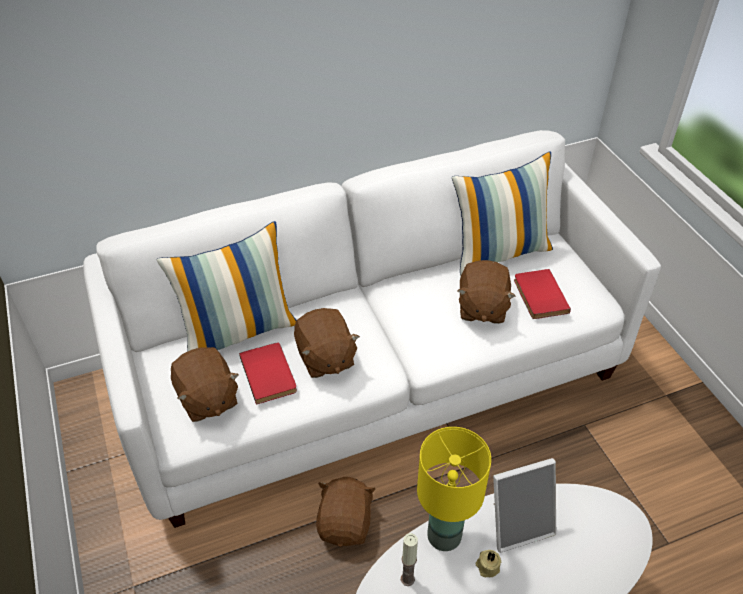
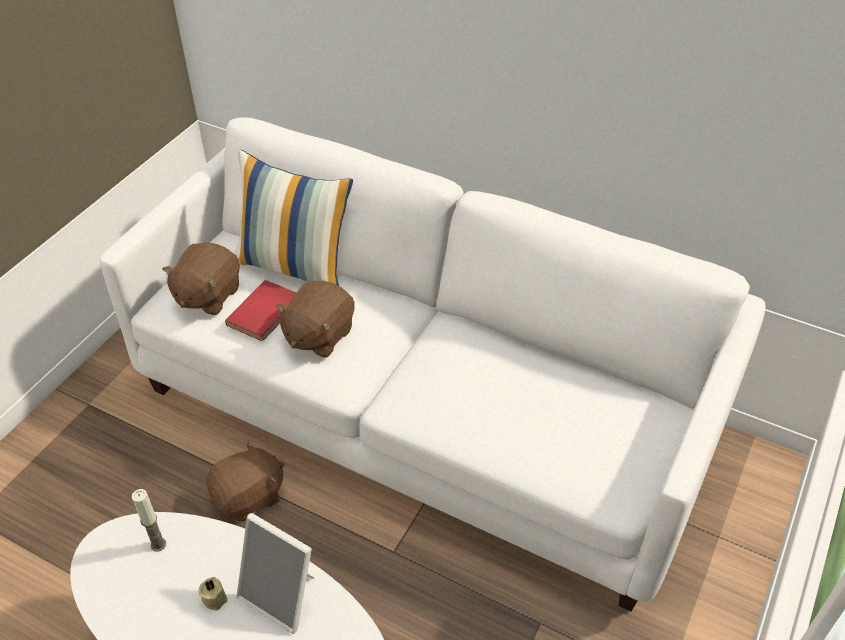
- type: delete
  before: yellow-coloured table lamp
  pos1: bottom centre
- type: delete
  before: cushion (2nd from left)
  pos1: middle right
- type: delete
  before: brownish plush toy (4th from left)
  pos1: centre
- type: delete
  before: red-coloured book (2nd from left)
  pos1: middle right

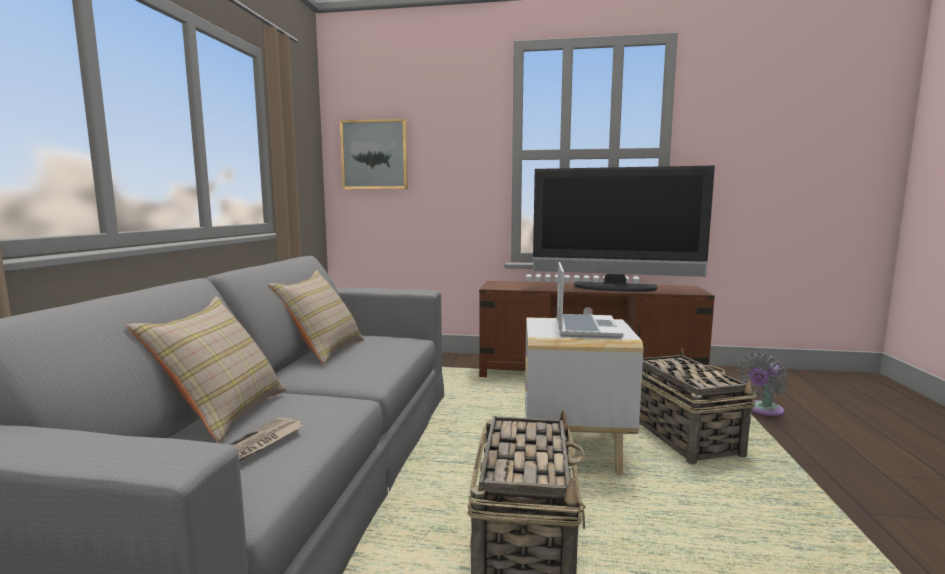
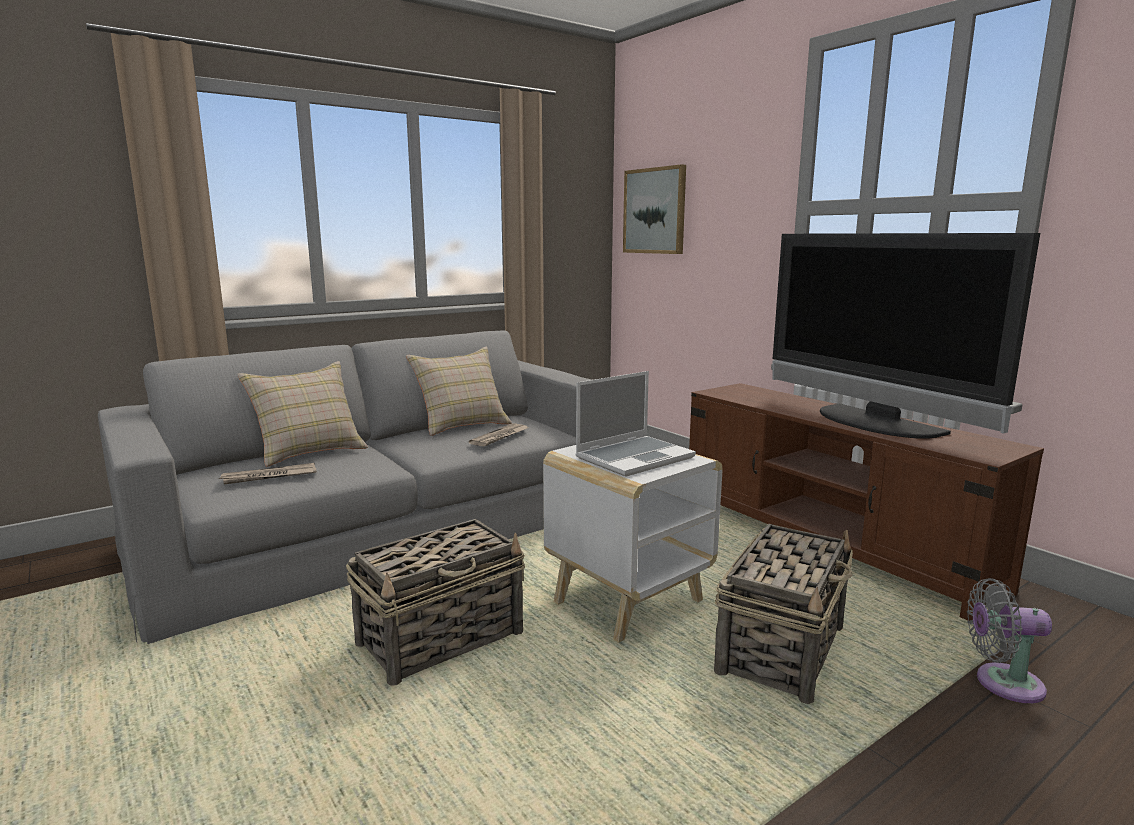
- type: insert
  after: printed paper (2nd from left)
  pos2: centre

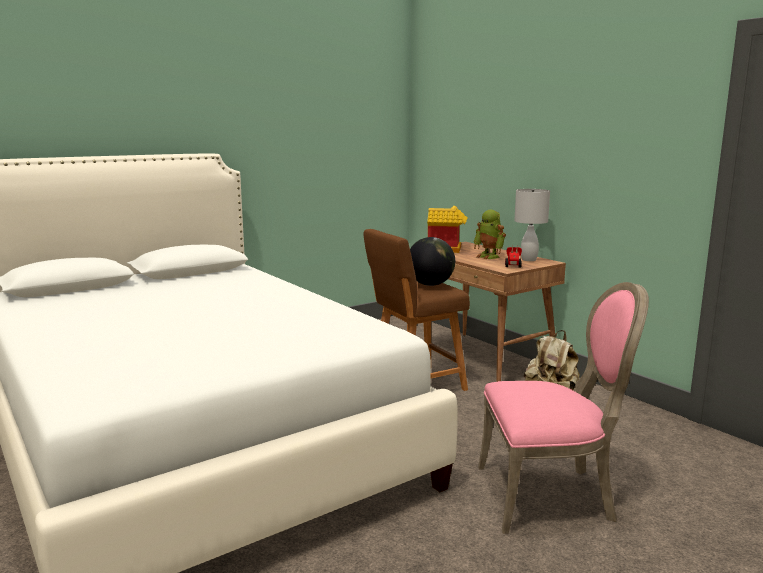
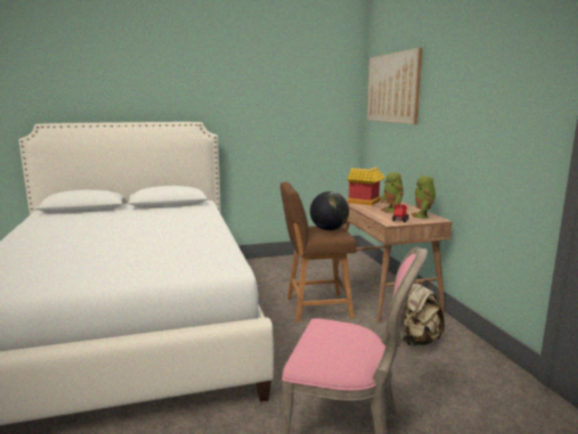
- type: replace
  before: whitish table lamp
  after: robot figure (2nd from left)
  pos1: middle right
  pos2: middle right
- type: insert
  after: wall art
  pos2: top right

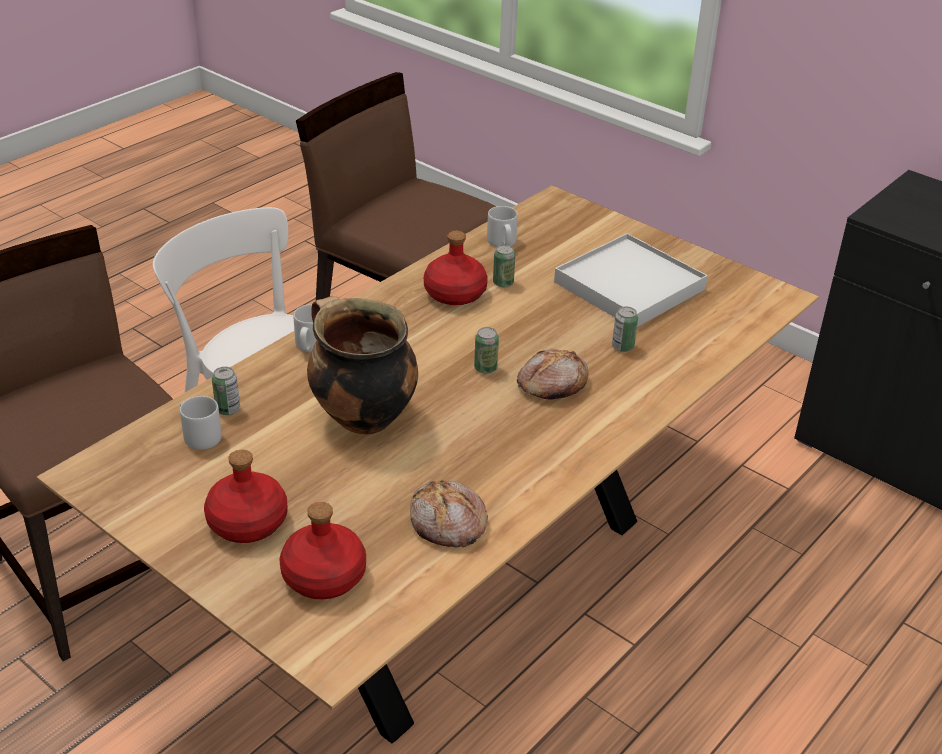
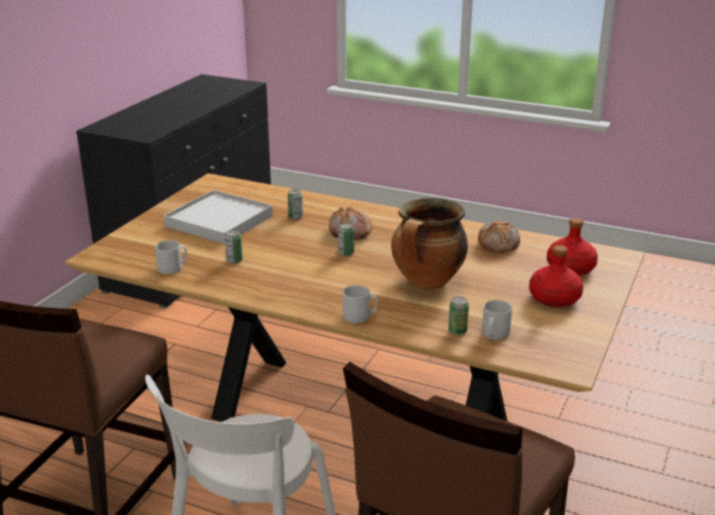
- type: delete
  before: red-coloured bottle (3rd from left)
  pos1: centre

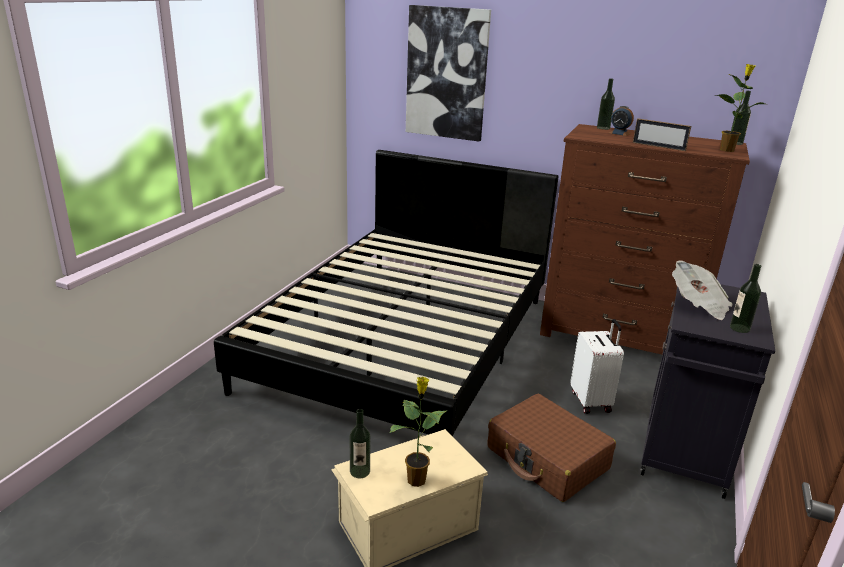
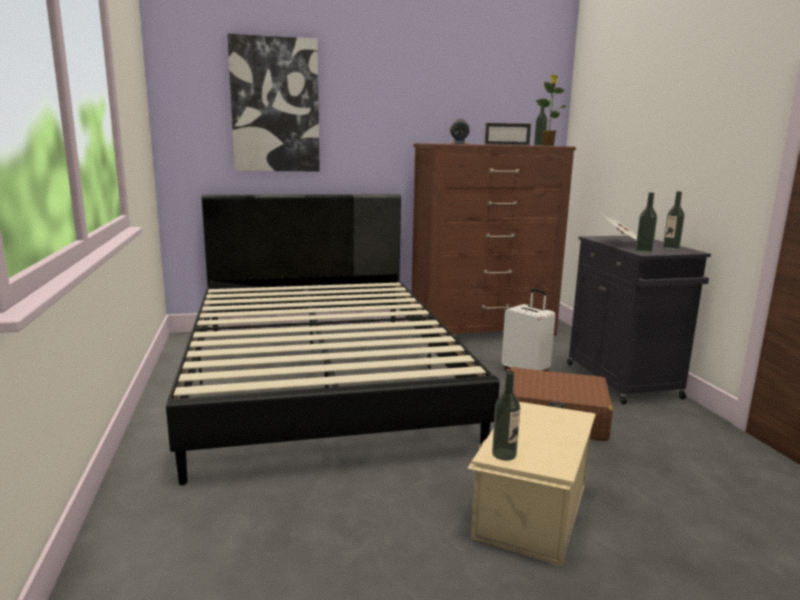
- type: delete
  before: potted plant (1st from left)
  pos1: bottom centre
- type: move
  before: bottle (2nd from left in the first image)
  after: bottle (3rd from left)
  pos1: top right
  pos2: middle right

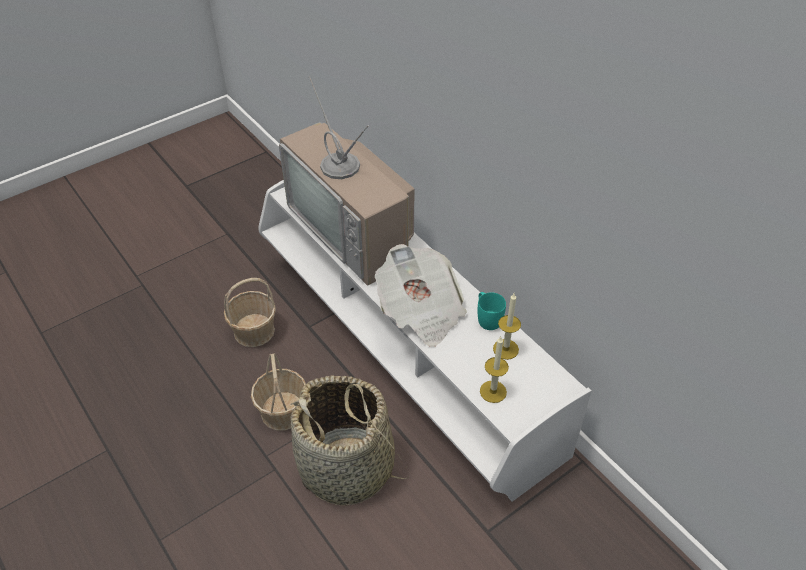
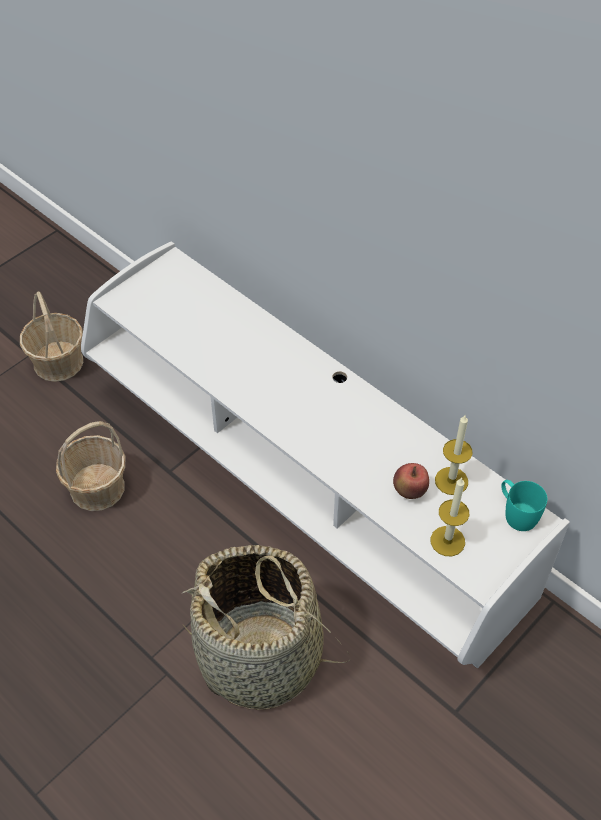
- type: move
  before: household basket (2nd from left in the first image)
  after: household basket (1st from left)
  pos1: bottom centre
  pos2: middle left
- type: delete
  before: television
  pos1: top centre
- type: delete
  before: printed paper
  pos1: centre
- type: move
  before: blue-green mug
  pos1: centre
  pos2: middle right
- type: insert
  after: whole apple
  pos2: middle right

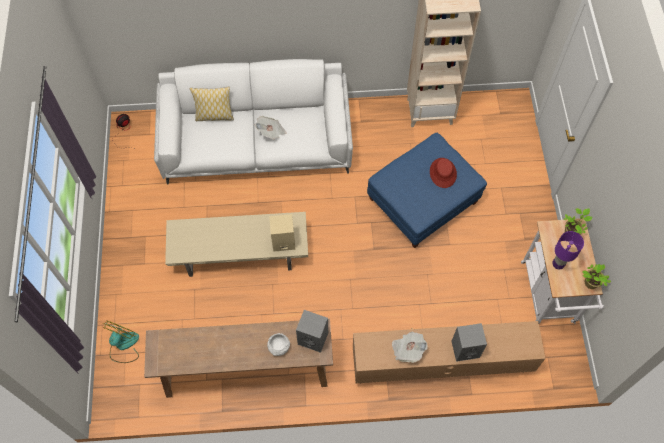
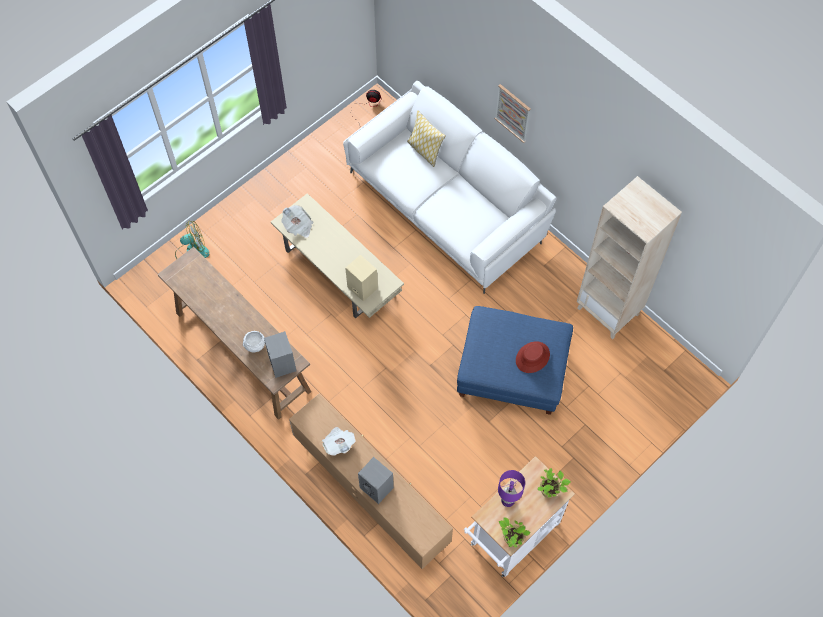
- type: move
  before: printed paper (1st from left)
  pos1: top centre
  pos2: centre
- type: insert
  after: wall art
  pos2: top centre

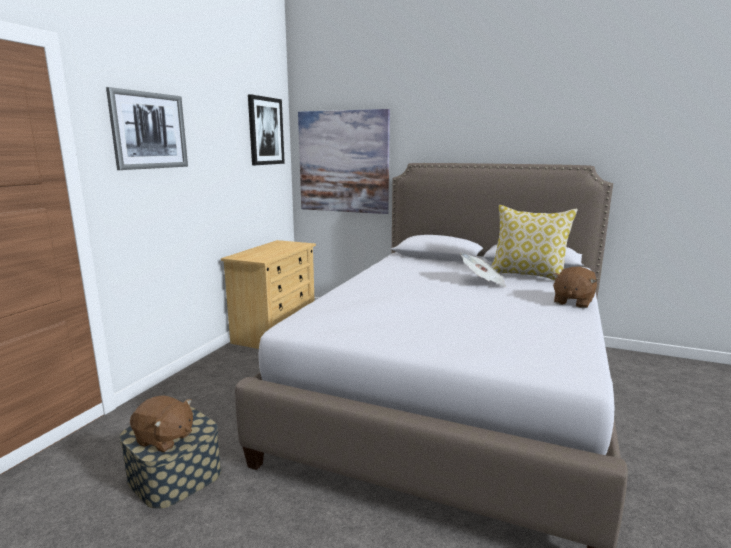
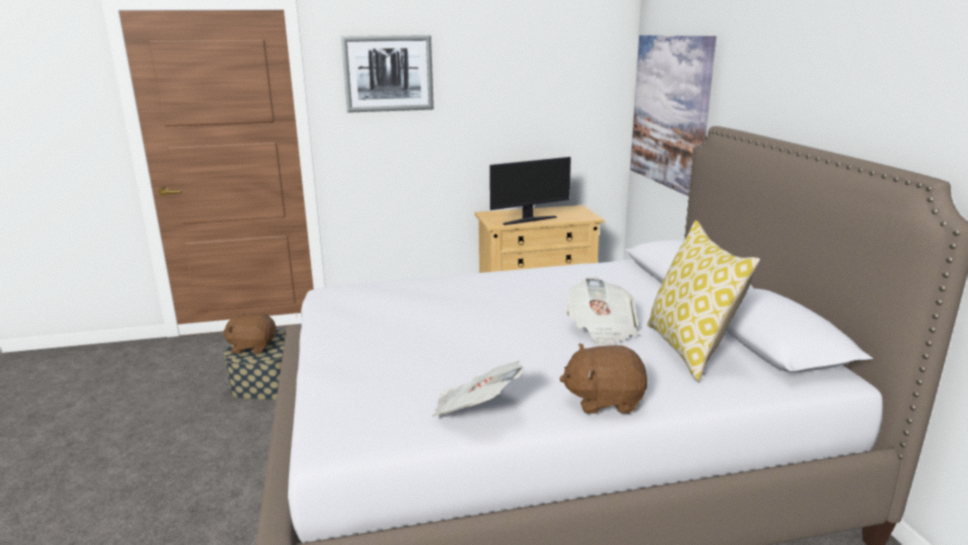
- type: rotate
  before: brownish plush toy (1st from left)
  pos1: bottom left
  pos2: middle left
  turn: 105
- type: delete
  before: wall art (2nd from left)
  pos1: top centre
- type: insert
  after: printed paper (1st from left)
  pos2: bottom centre
- type: insert
  after: computer screen
  pos2: centre

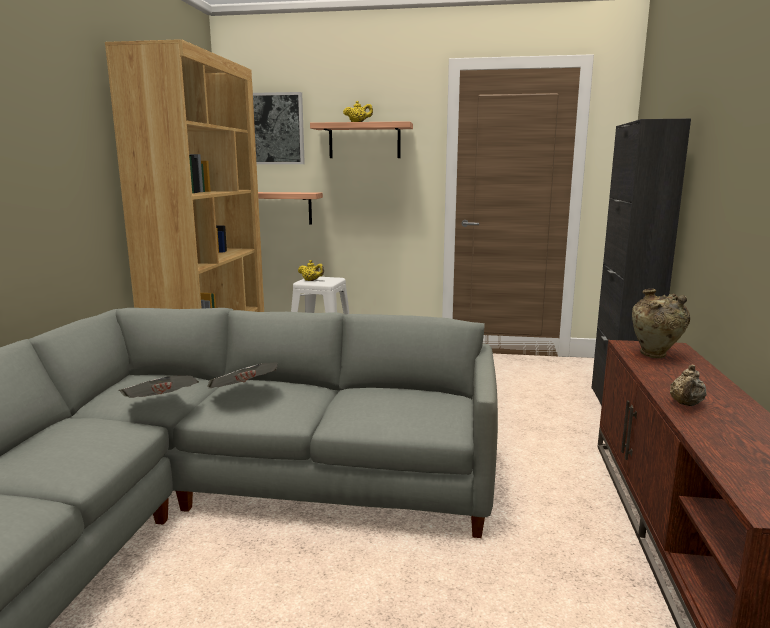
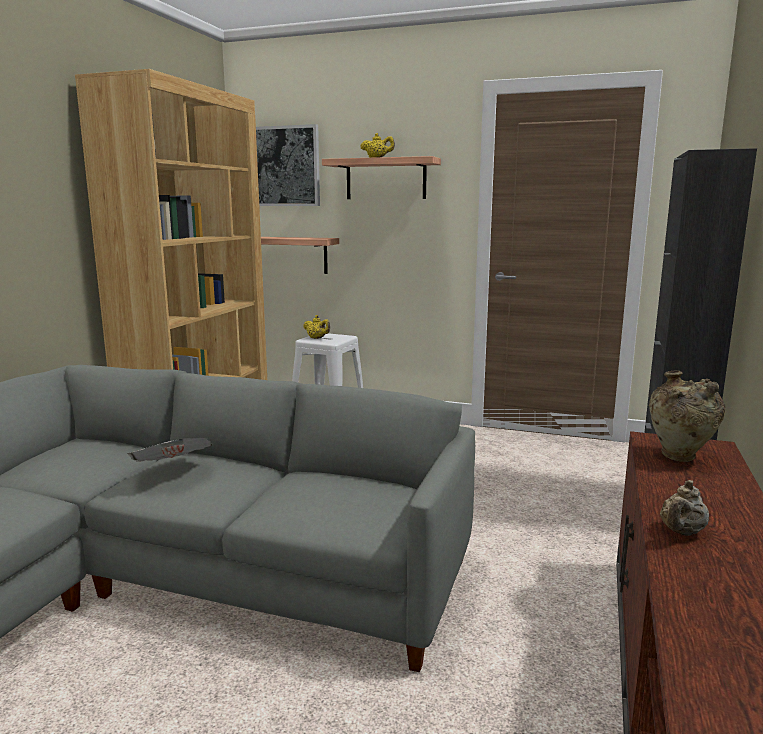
- type: delete
  before: printed paper (1st from left)
  pos1: middle left

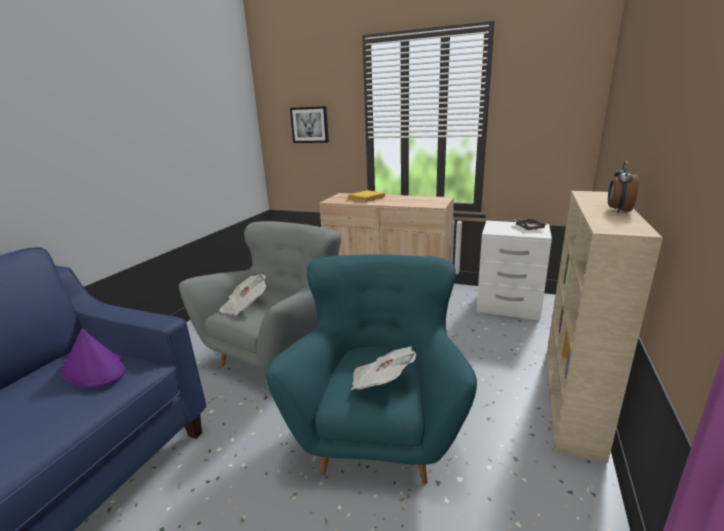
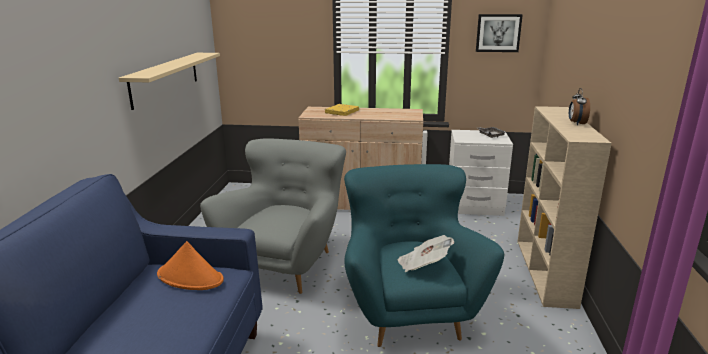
- type: recolor
  before: purple-coloured hat
  after: orange-coloured hat
  pos1: bottom left
  pos2: bottom left
- type: delete
  before: printed paper (1st from left)
  pos1: centre
- type: move
  before: wall art
  pos1: top centre
  pos2: top right
- type: insert
  after: beige bracket shelf
  pos2: top left

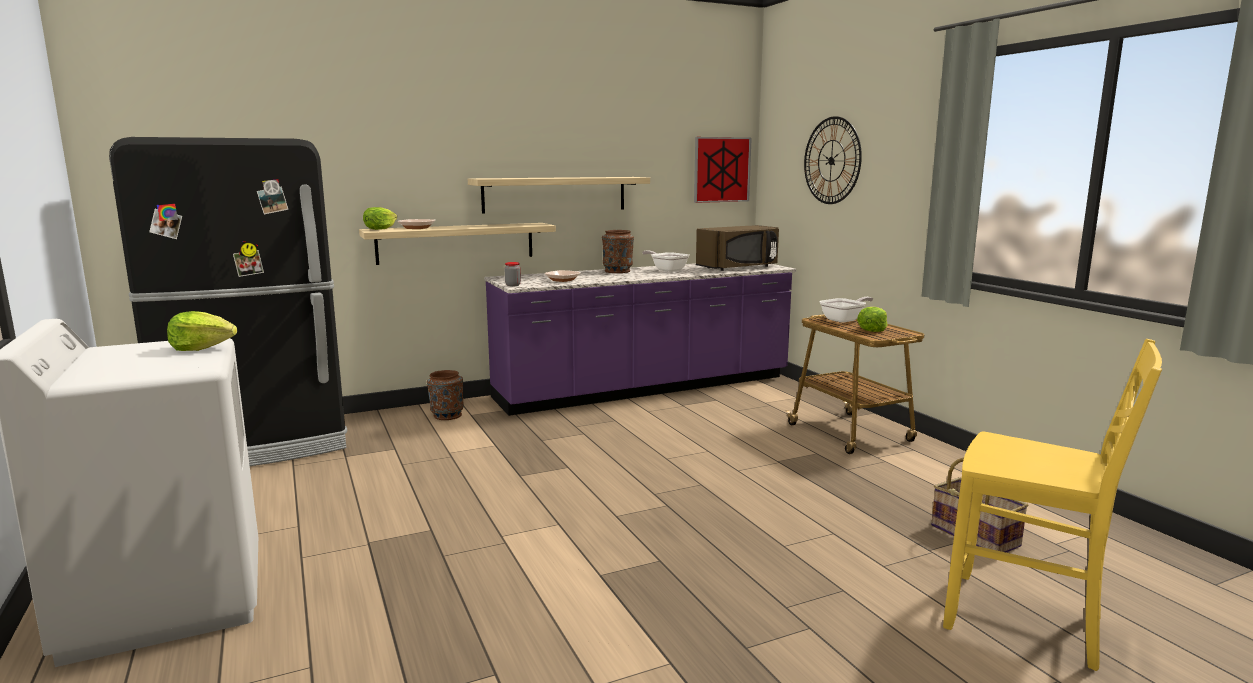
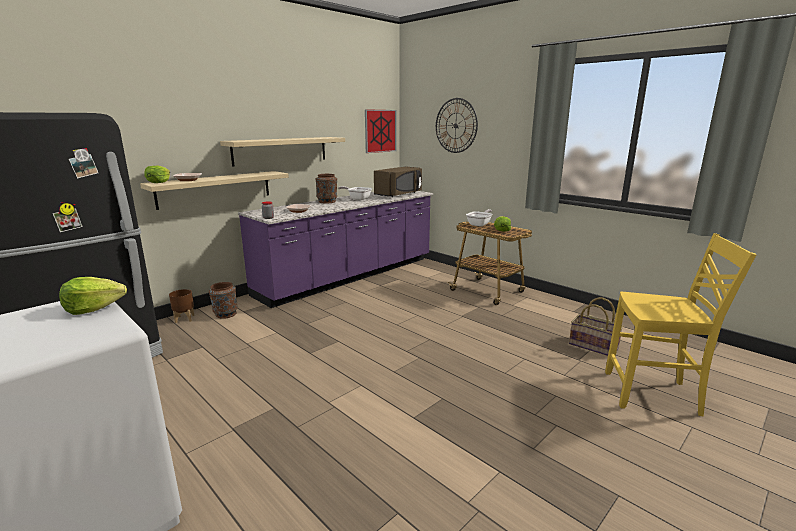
- type: insert
  after: brownish planter
  pos2: middle left

